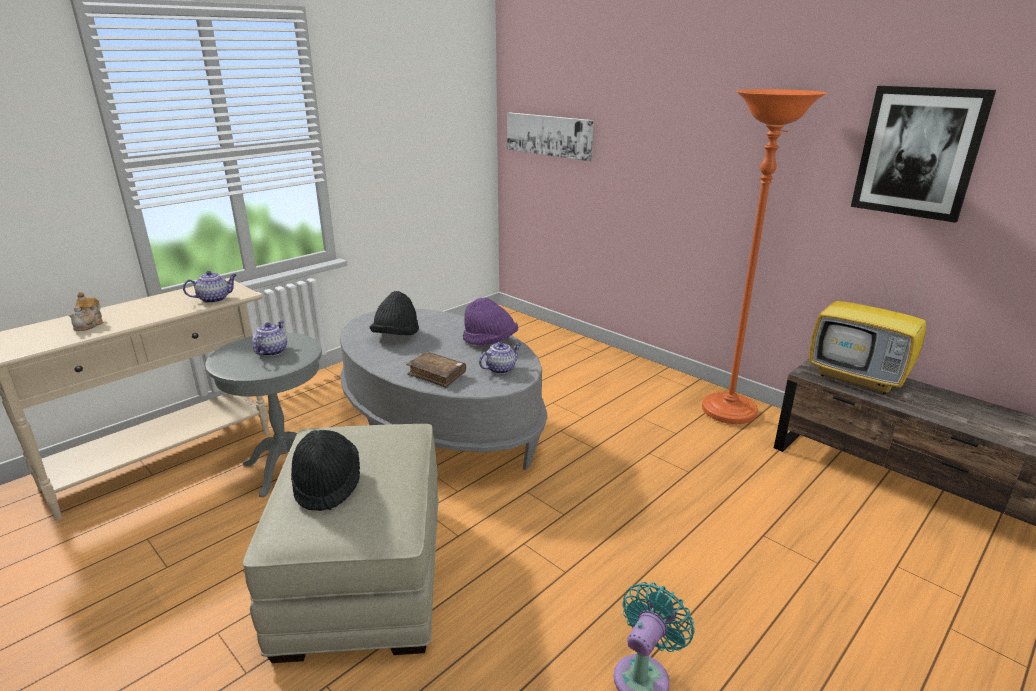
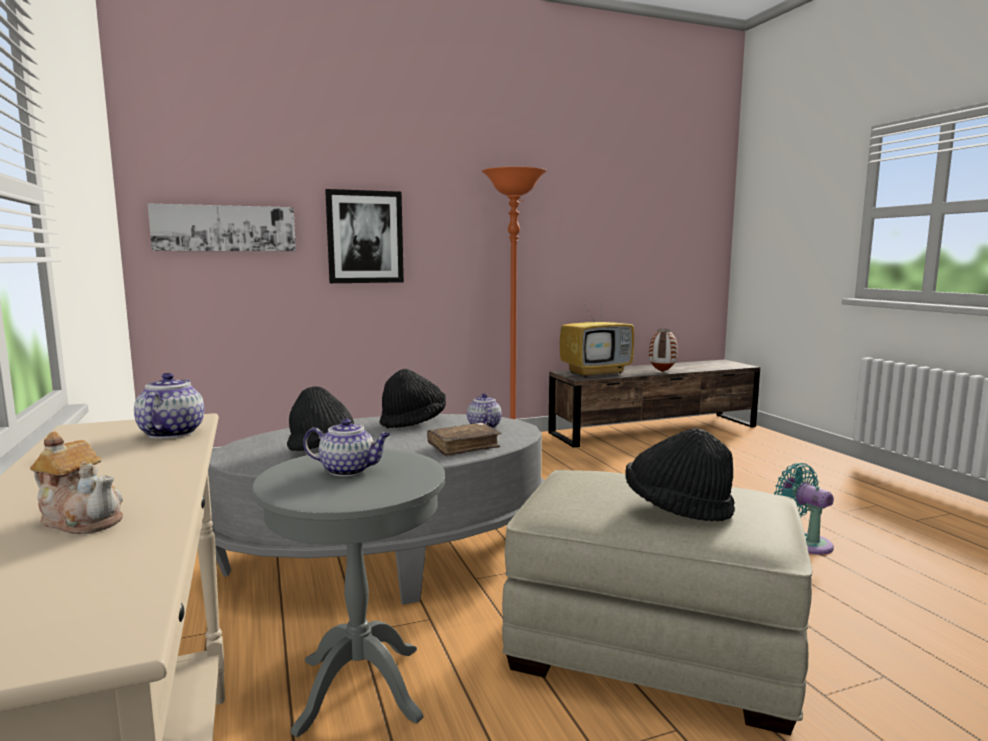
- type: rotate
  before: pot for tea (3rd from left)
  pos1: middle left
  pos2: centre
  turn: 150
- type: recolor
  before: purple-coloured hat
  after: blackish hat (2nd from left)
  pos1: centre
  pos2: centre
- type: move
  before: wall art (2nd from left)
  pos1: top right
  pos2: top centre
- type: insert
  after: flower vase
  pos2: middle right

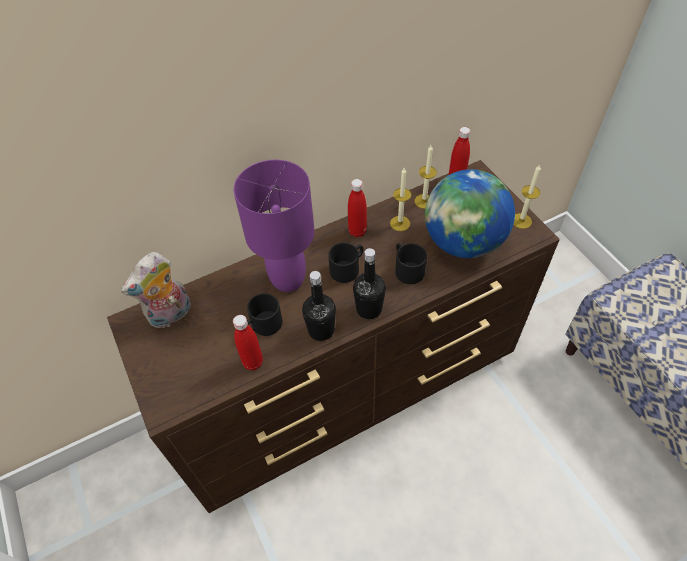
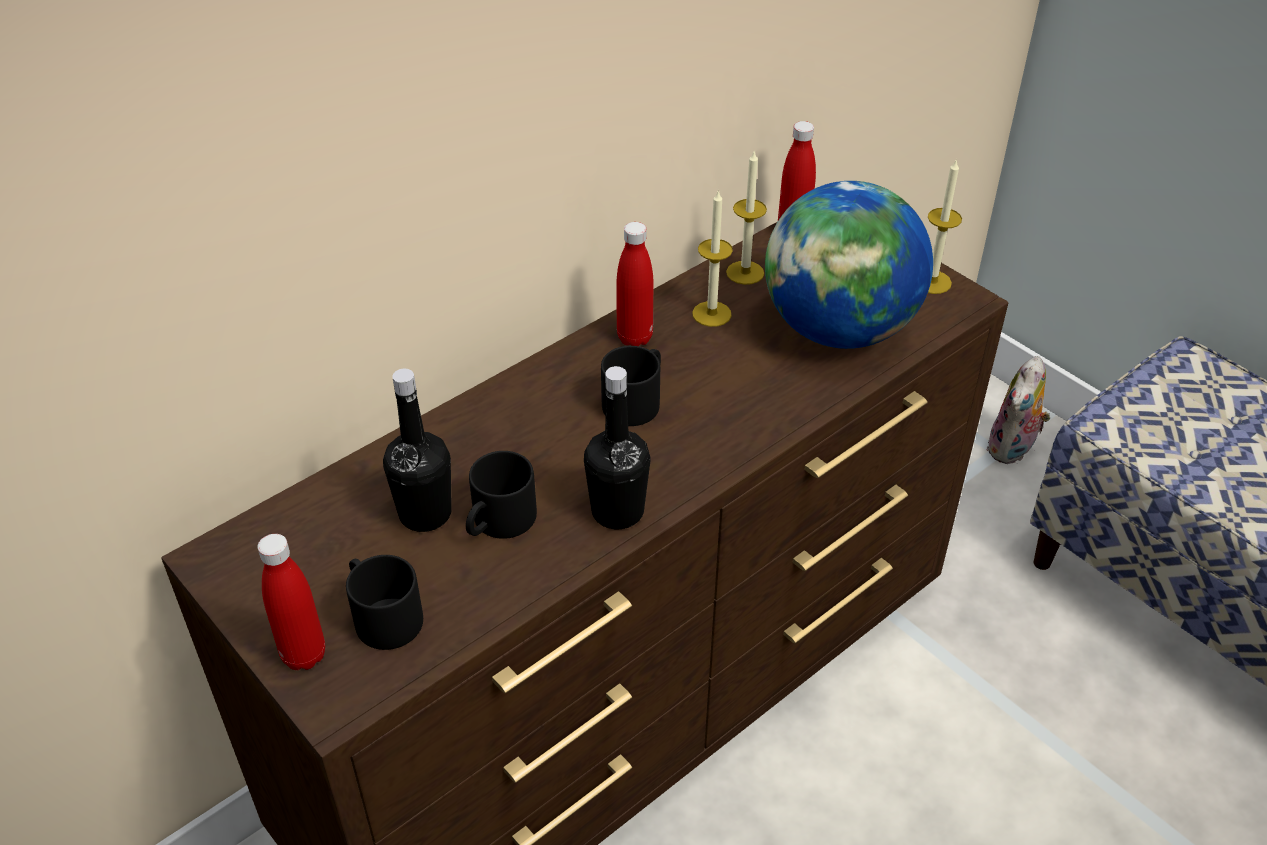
- type: move
  before: plush toy
  pos1: middle left
  pos2: middle right
- type: delete
  before: purple-coloured table lamp
  pos1: centre
- type: move
  before: red-coloured bottle (1st from left)
  pos1: centre
  pos2: bottom left
- type: move
  before: blackish bottle (2nd from left in the first image)
  after: blackish bottle (1st from left)
  pos1: centre
  pos2: middle left
- type: move
  before: blackish mug (3rd from left in the first image)
  after: blackish mug (1st from left)
  pos1: centre
  pos2: bottom left

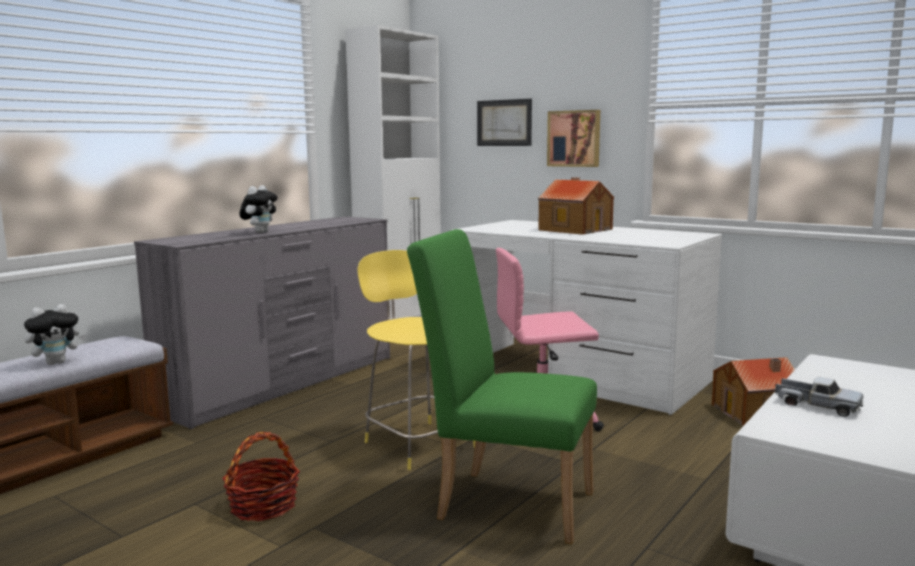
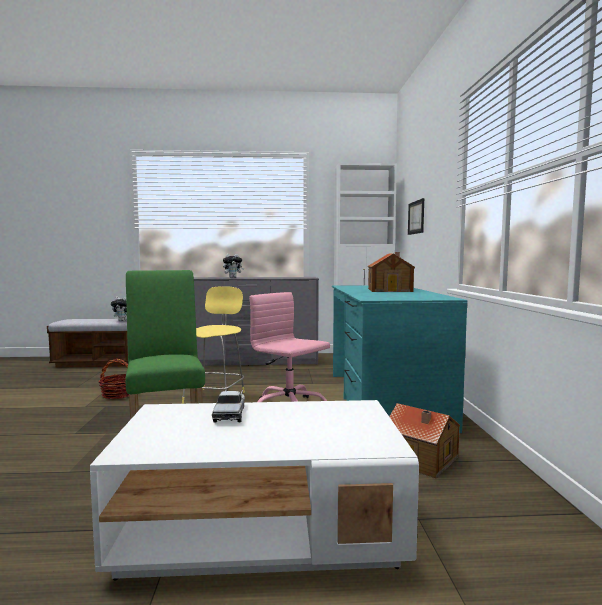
- type: recolor
  before: whitish desk unit
  after: blue-green desk unit
  pos1: centre
  pos2: centre
- type: delete
  before: wall art (2nd from left)
  pos1: top centre

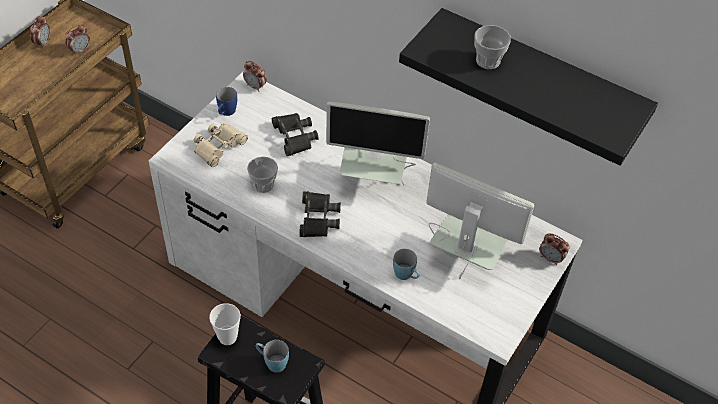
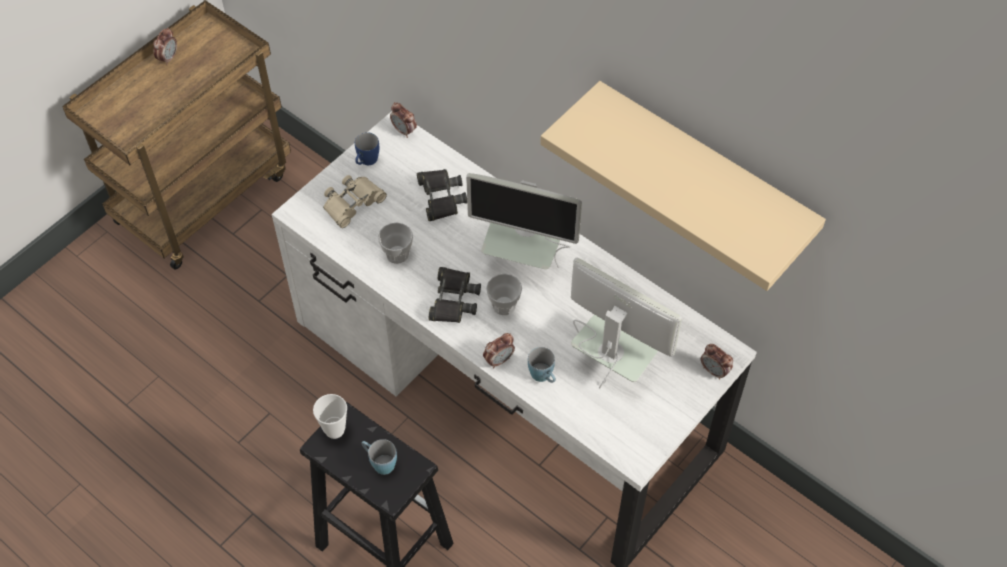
- type: move
  before: alarm clock (2nd from left in the first image)
  after: alarm clock (3rd from left)
  pos1: top left
  pos2: centre
- type: recolor
  before: blackish bracket shelf
  after: beige bracket shelf
  pos1: top right
  pos2: top right
- type: move
  before: cup (3rd from left)
  pos1: top right
  pos2: centre

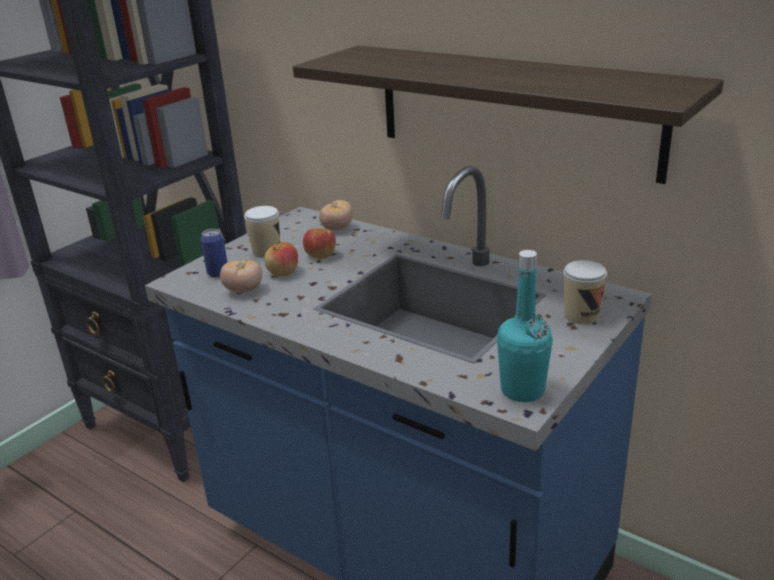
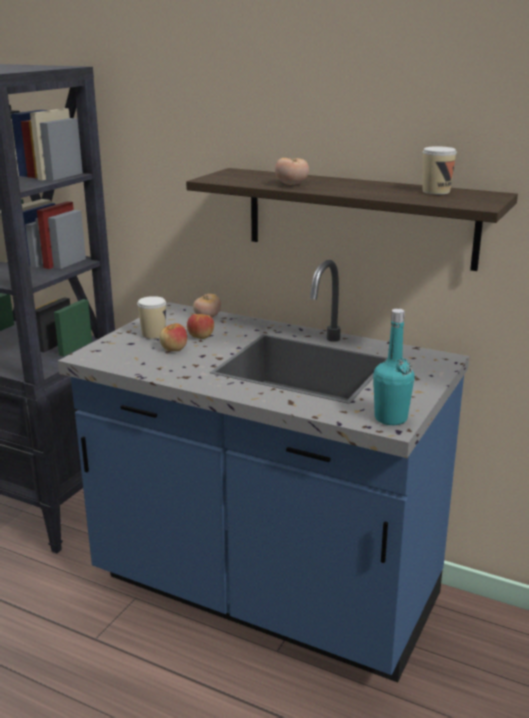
- type: delete
  before: sealed can
  pos1: middle left
- type: move
  before: whole tomato (1st from left in the first image)
  after: whole tomato (2nd from left)
  pos1: middle left
  pos2: top centre
- type: move
  before: cup (2nd from left)
  pos1: middle right
  pos2: top right

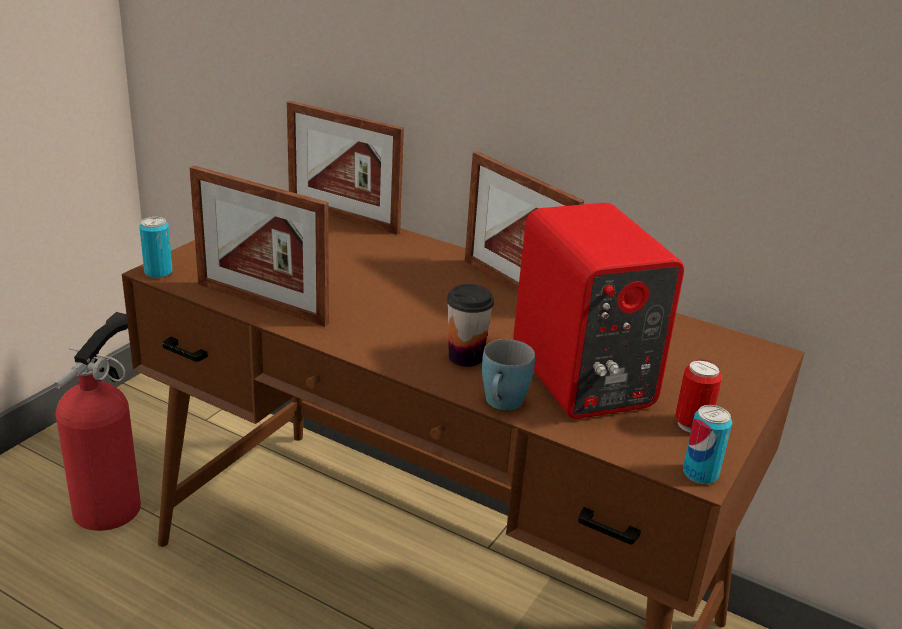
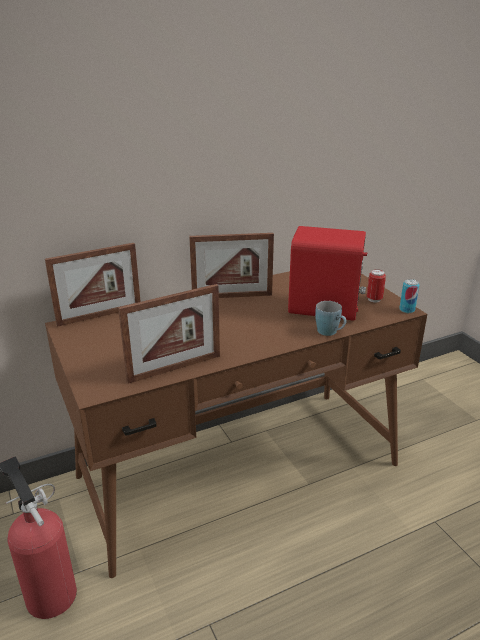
- type: delete
  before: sealed can (1st from left)
  pos1: middle left
- type: delete
  before: cup
  pos1: centre

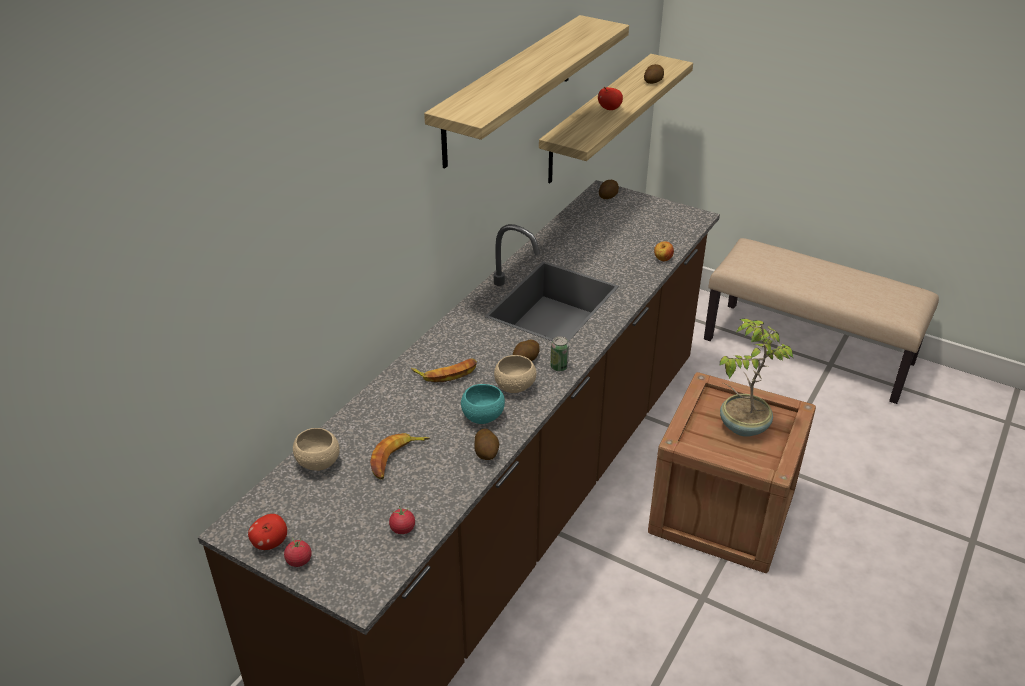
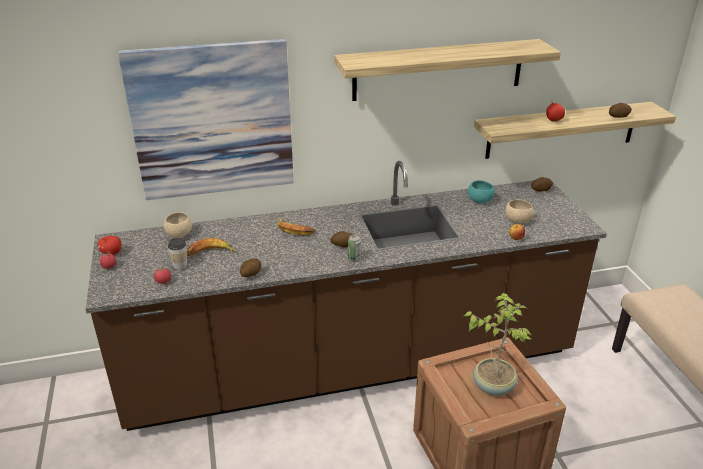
- type: move
  before: blue-green bowl
  pos1: centre
  pos2: middle right
- type: move
  before: beige bowl (2nd from left)
  pos1: centre
  pos2: middle right
- type: insert
  after: wall art
  pos2: top left
- type: insert
  after: cup
  pos2: middle left

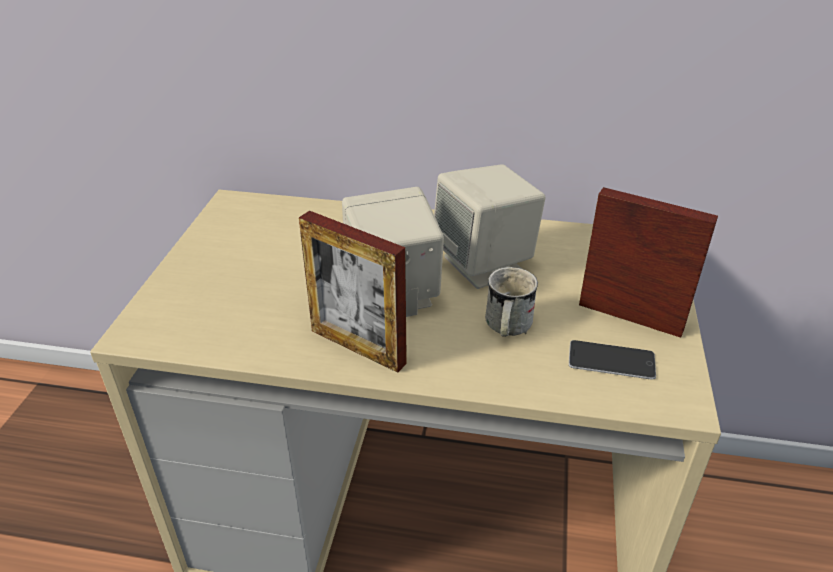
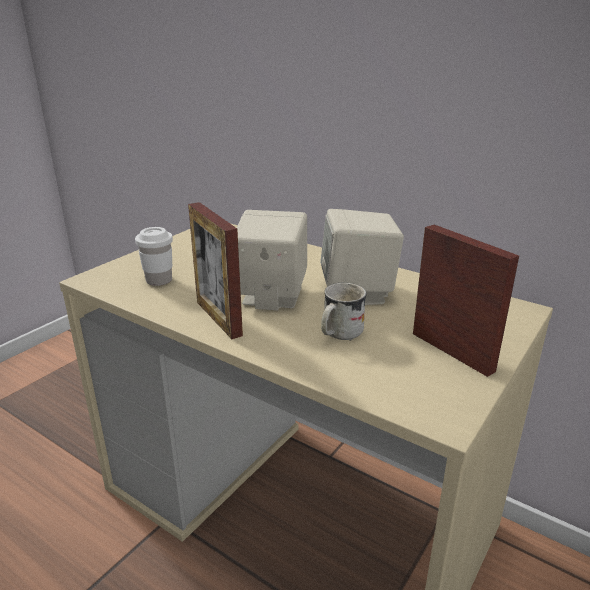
- type: delete
  before: phone
  pos1: middle right
- type: insert
  after: whitish cup
  pos2: middle left

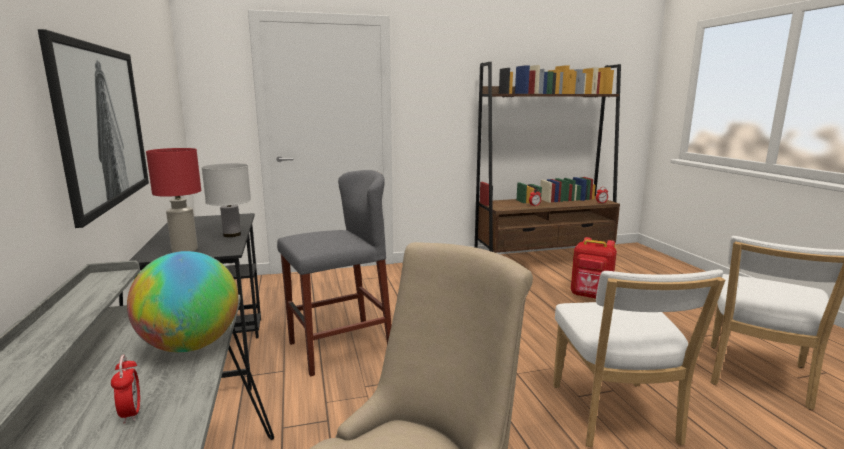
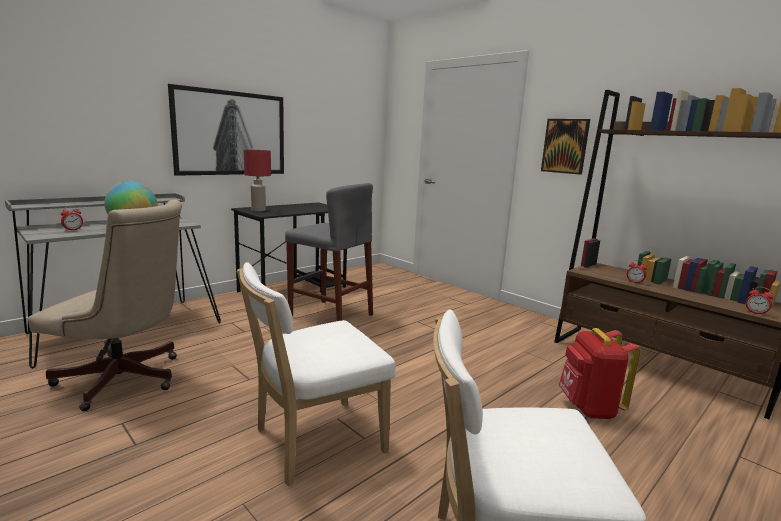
- type: delete
  before: whitish table lamp
  pos1: middle left
- type: insert
  after: wall art (2nd from left)
  pos2: top right

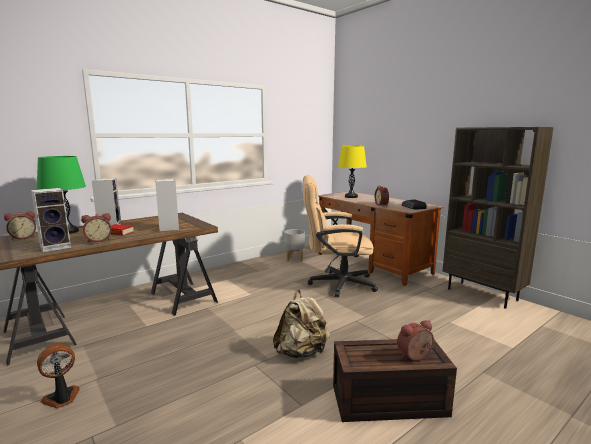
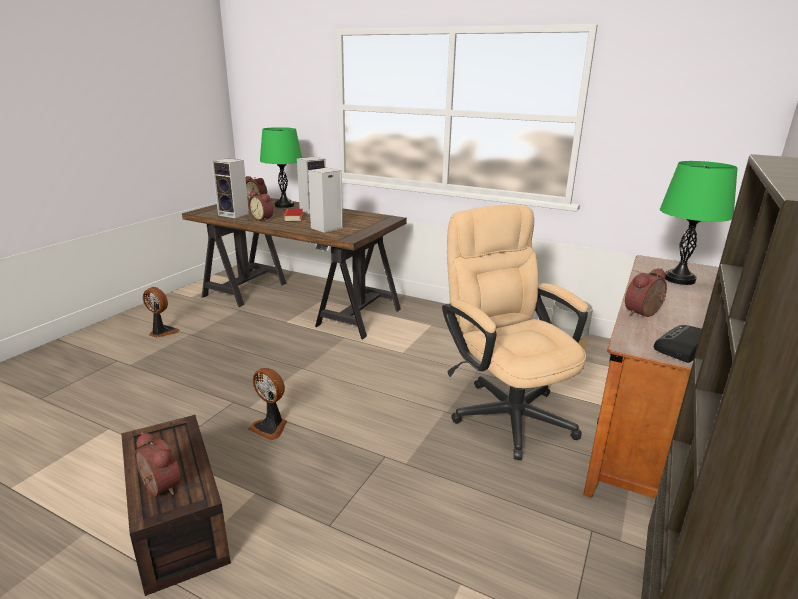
- type: replace
  before: beige rucksack
  after: electric fan (2nd from left)
  pos1: bottom centre
  pos2: bottom centre
- type: recolor
  before: yellow-coloured table lamp
  after: green table lamp (2nd from left)
  pos1: centre
  pos2: middle right

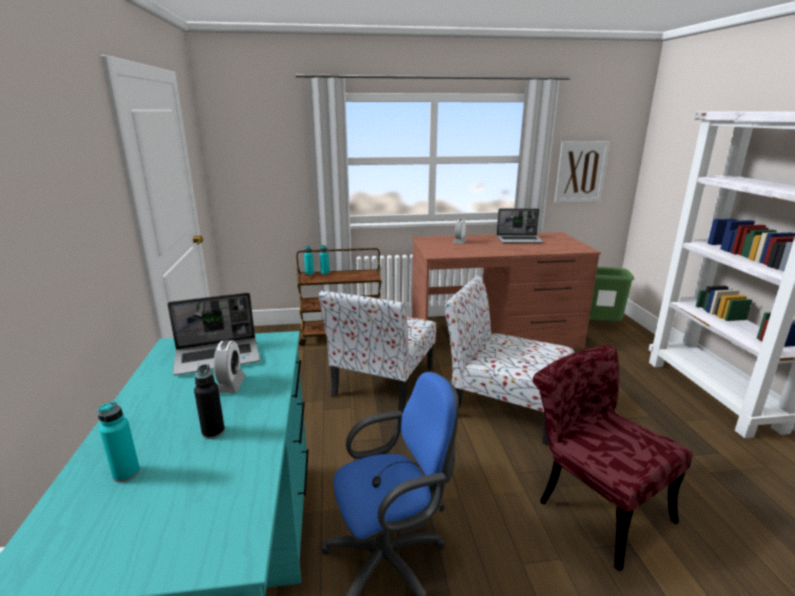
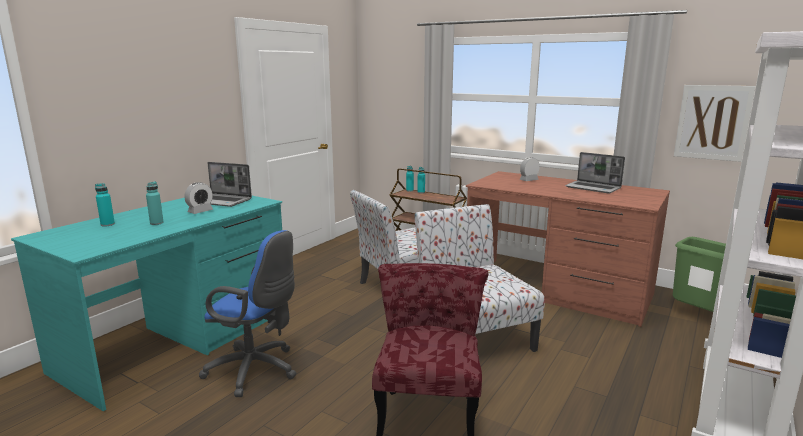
- type: recolor
  before: blackish bottle
  after: blue-green bottle (2nd from left)
  pos1: bottom left
  pos2: middle left

